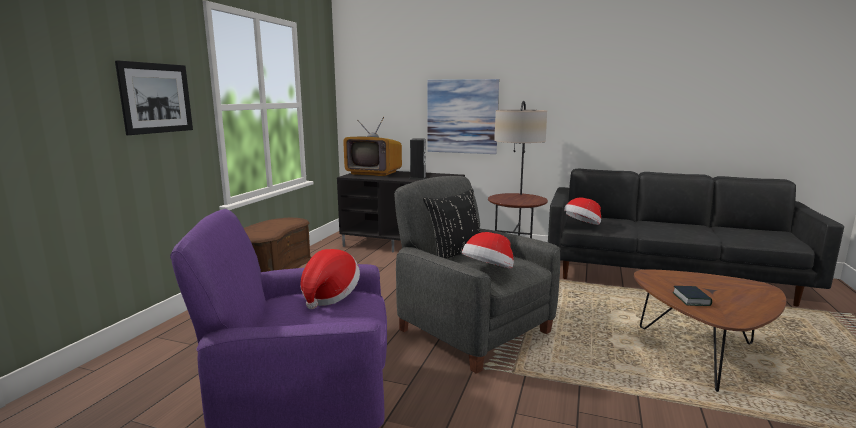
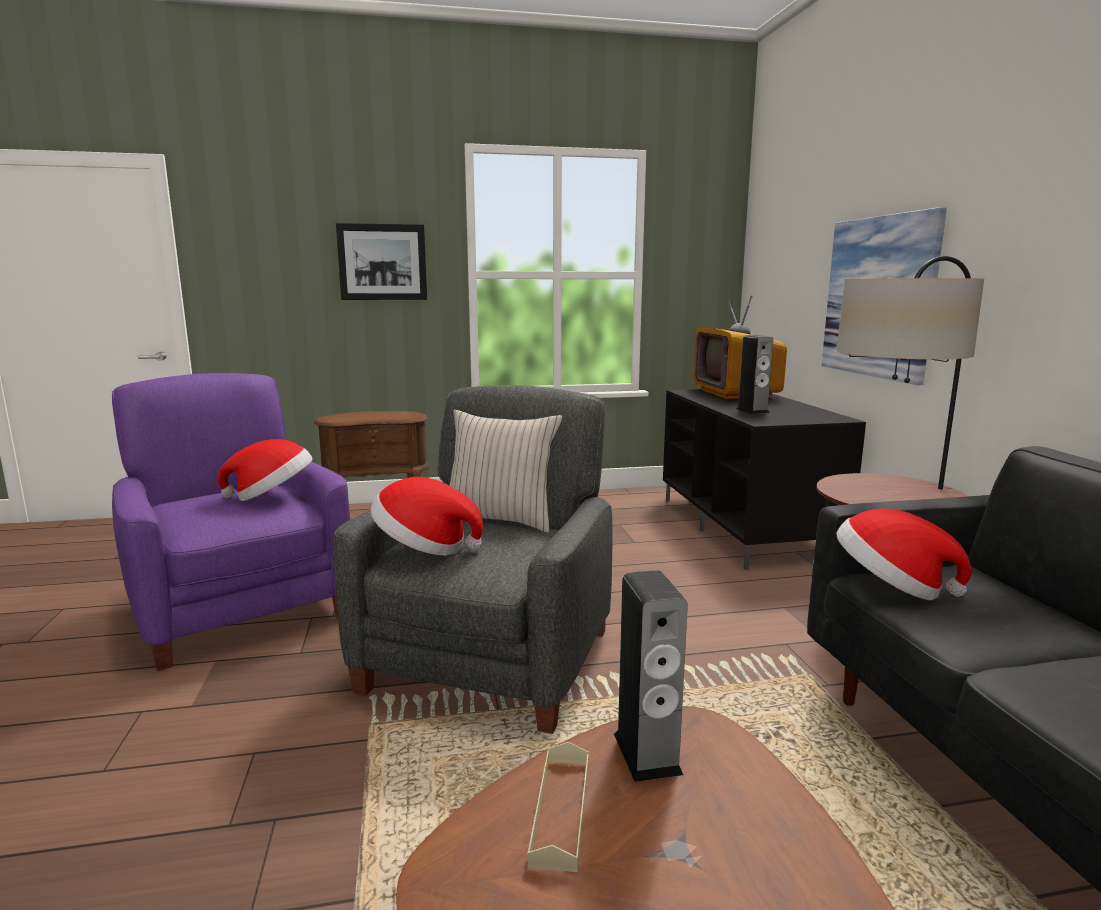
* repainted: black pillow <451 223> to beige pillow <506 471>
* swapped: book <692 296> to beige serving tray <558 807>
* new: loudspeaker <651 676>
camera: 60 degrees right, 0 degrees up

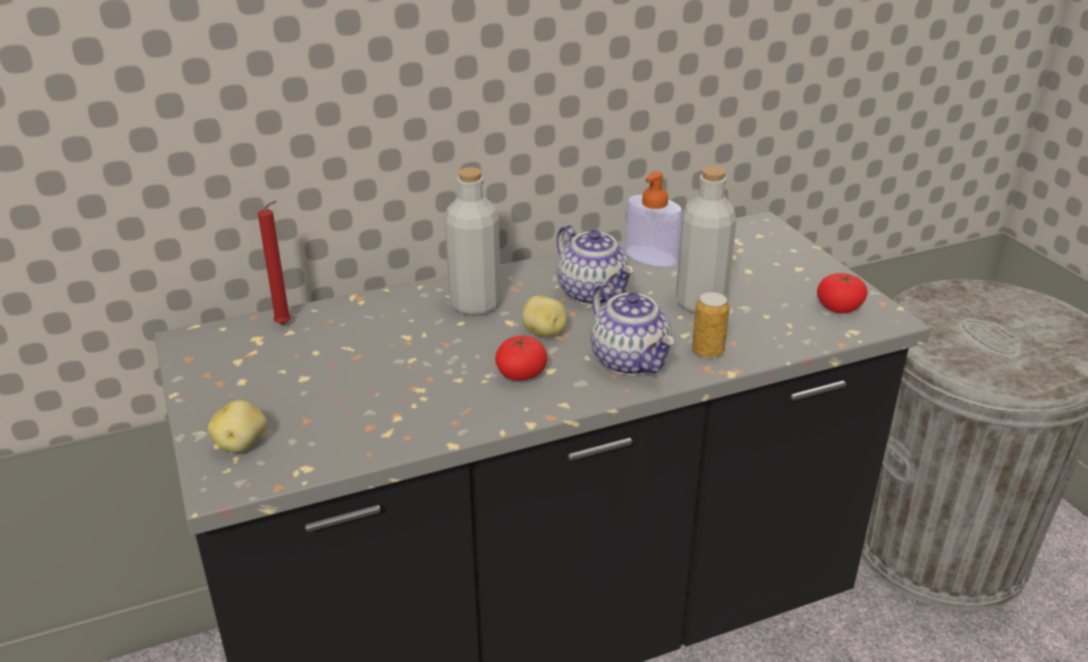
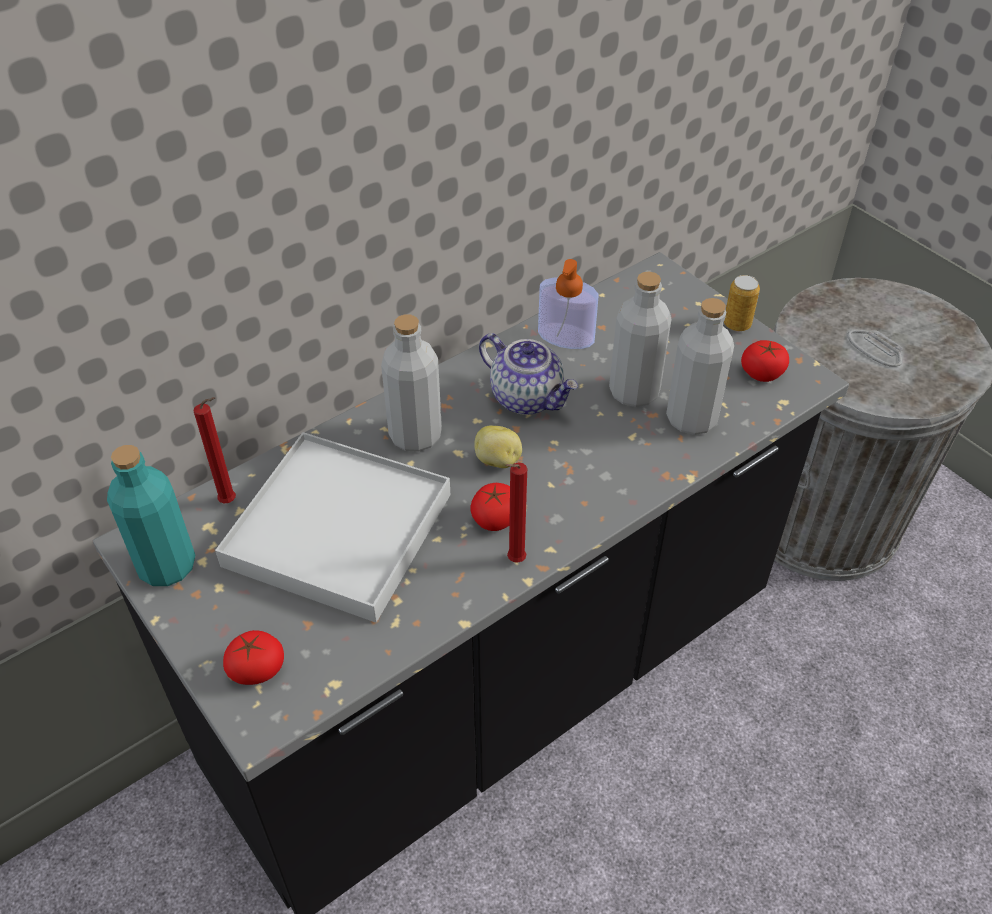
* gone: tea pot <633 329>
* shifted: can <711 325> to <742 303>
* swapped: whole potato <237 426> to tomato <253 657>
* new: greyish beverage bottle <700 366>
* new: white serving tray <332 527>
* new: turquoise beverage bottle <151 515>
* new: red-coloured wax candle <516 512>
camera: 15 degrees left, 15 degrees up

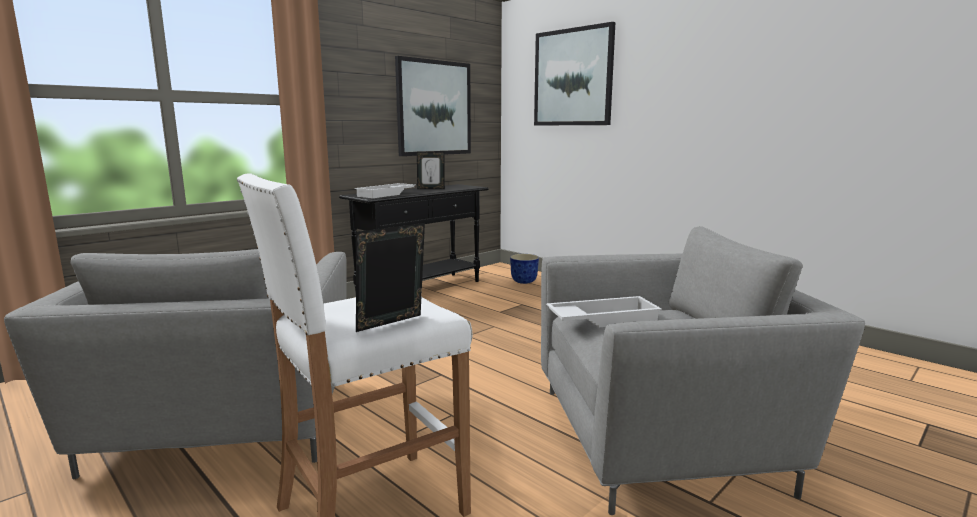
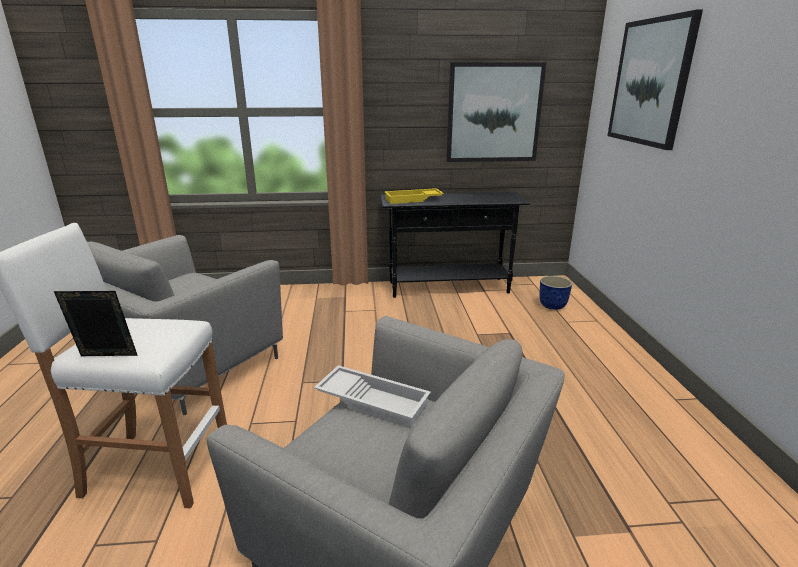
* gone: standing frame <431 170>
* repainted: white serving tray <385 190> to yellow-coloured serving tray <414 196>
camera: 40 degrees right, 10 degrees up

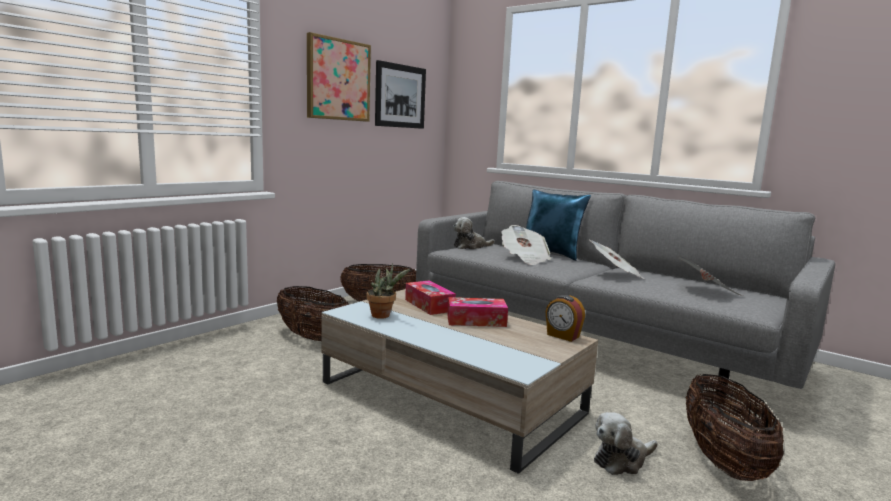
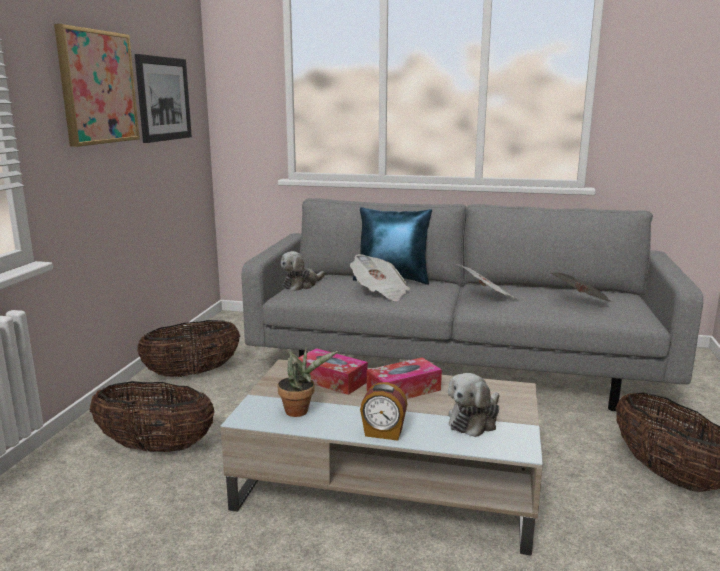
* shifted: bedside clock <565 318> to <383 411>
* shifted: plush toy <626 443> to <474 405>
camera: 25 degrees left, 5 degrees up

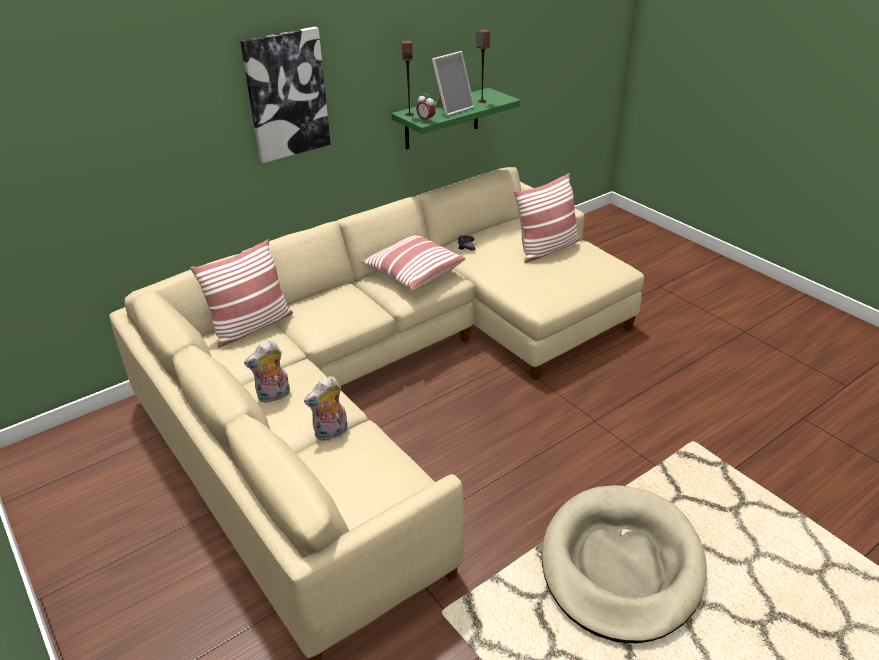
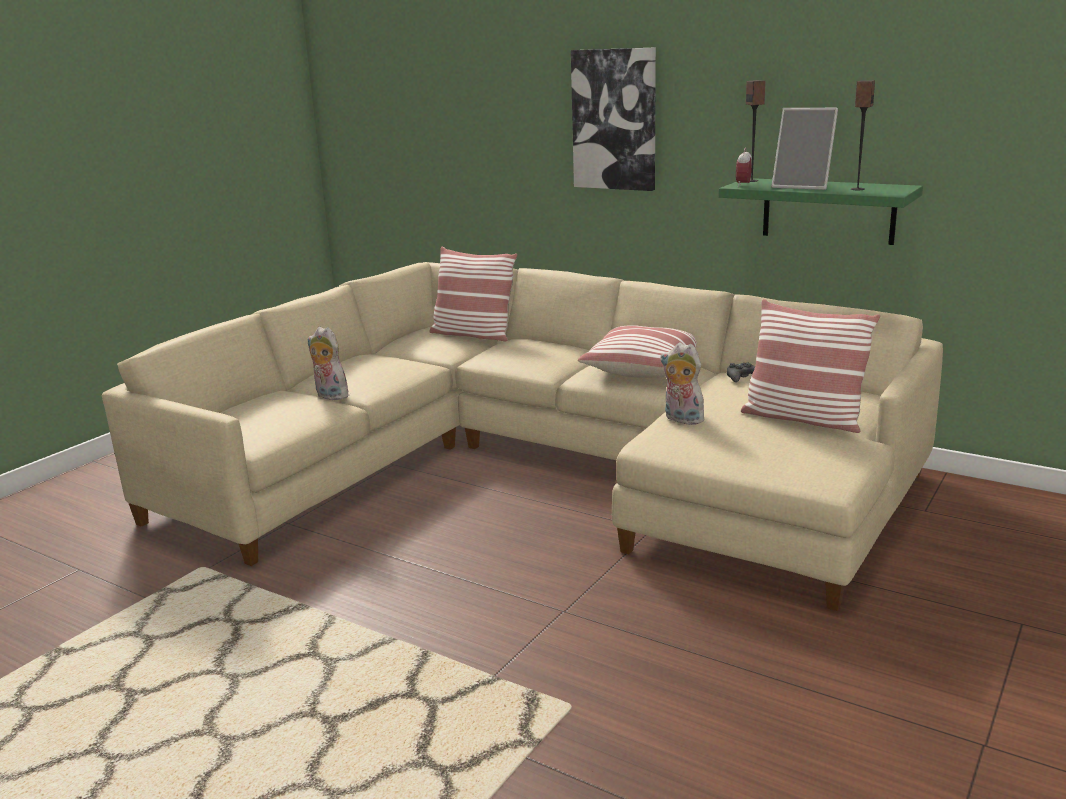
* shifted: plush toy <267 371> to <684 383>
* gone: beige pet bed <624 564>
camera: 70 degrees right, 15 degrees down

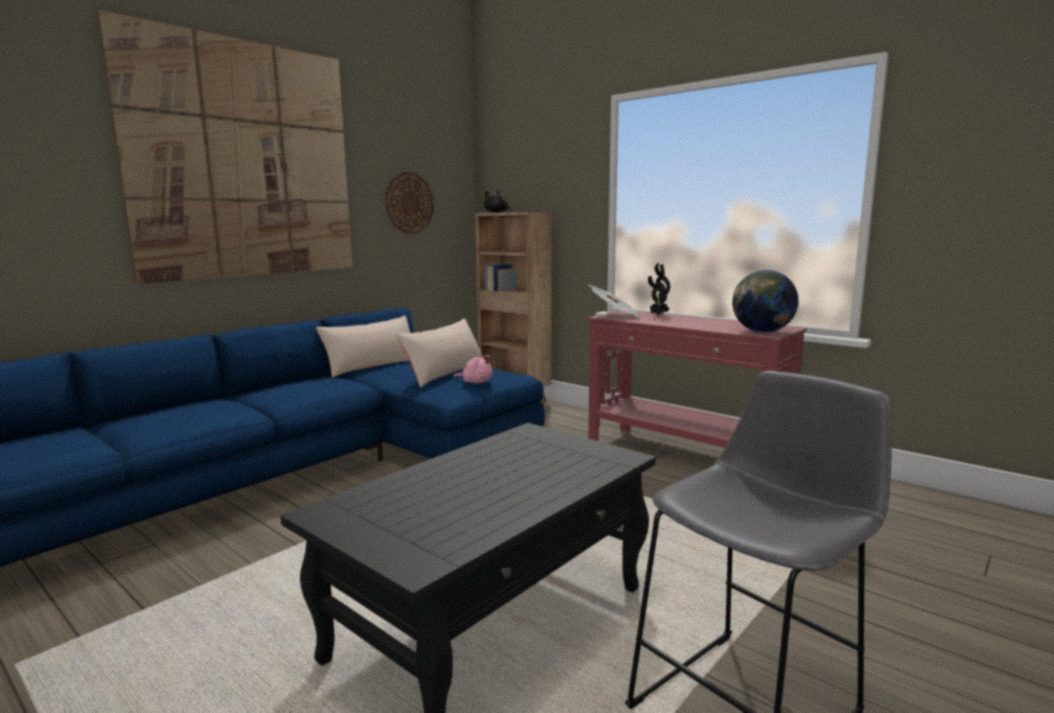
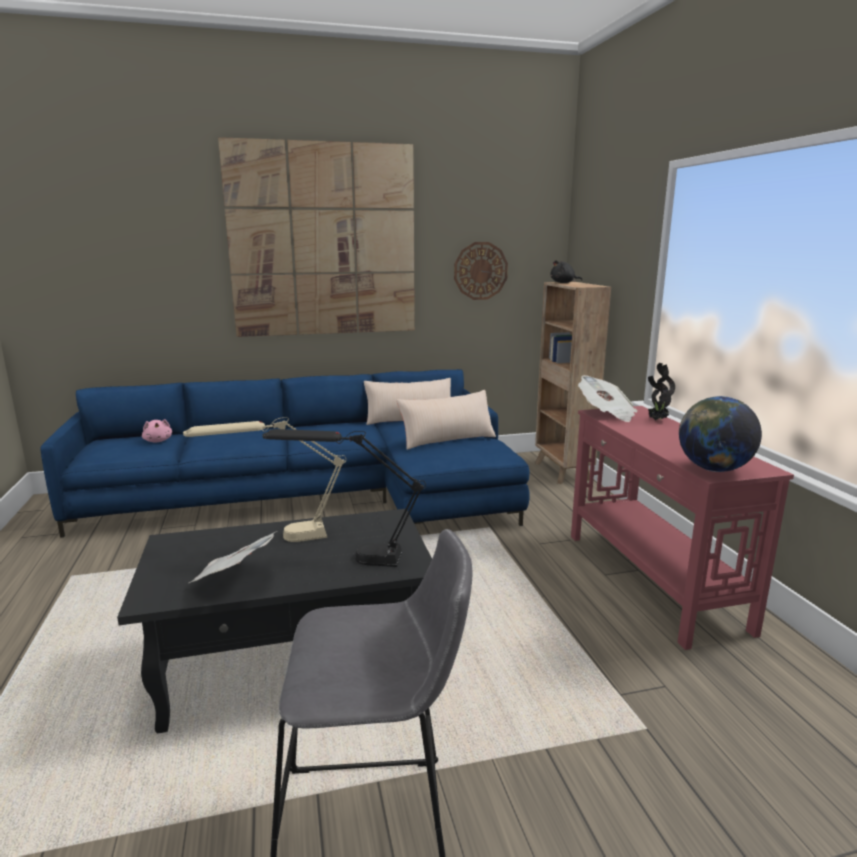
* shifted: pink plush toy <473 369> to <157 430>
* new: beige lamp for a table <264 479>
* new: black lamp for a table <344 498>
* new: daily paper <233 557>
camera: 35 degrees right, 5 degrees up

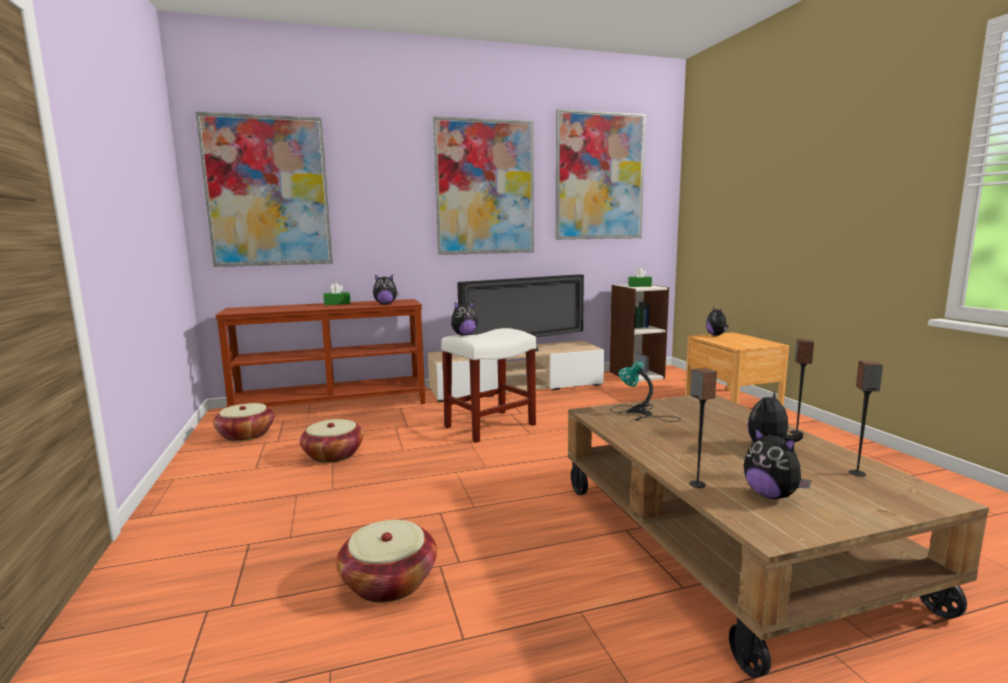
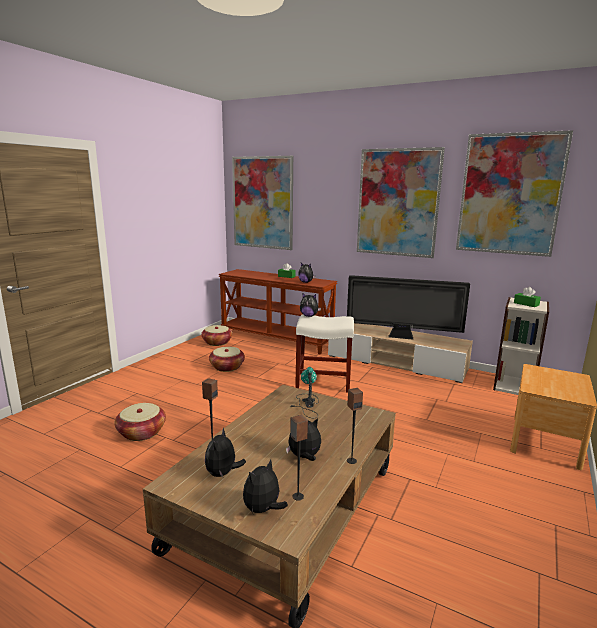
* shifted: plush toy <717 321> to <265 486>
camera: 45 degrees right, 5 degrees up

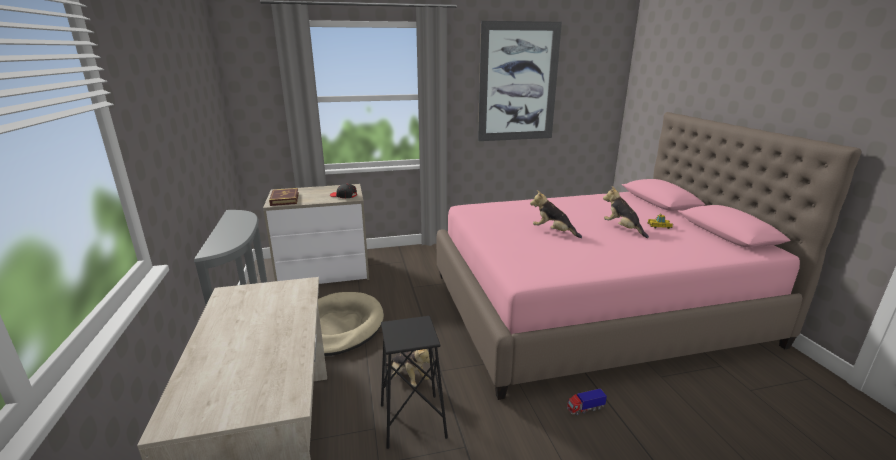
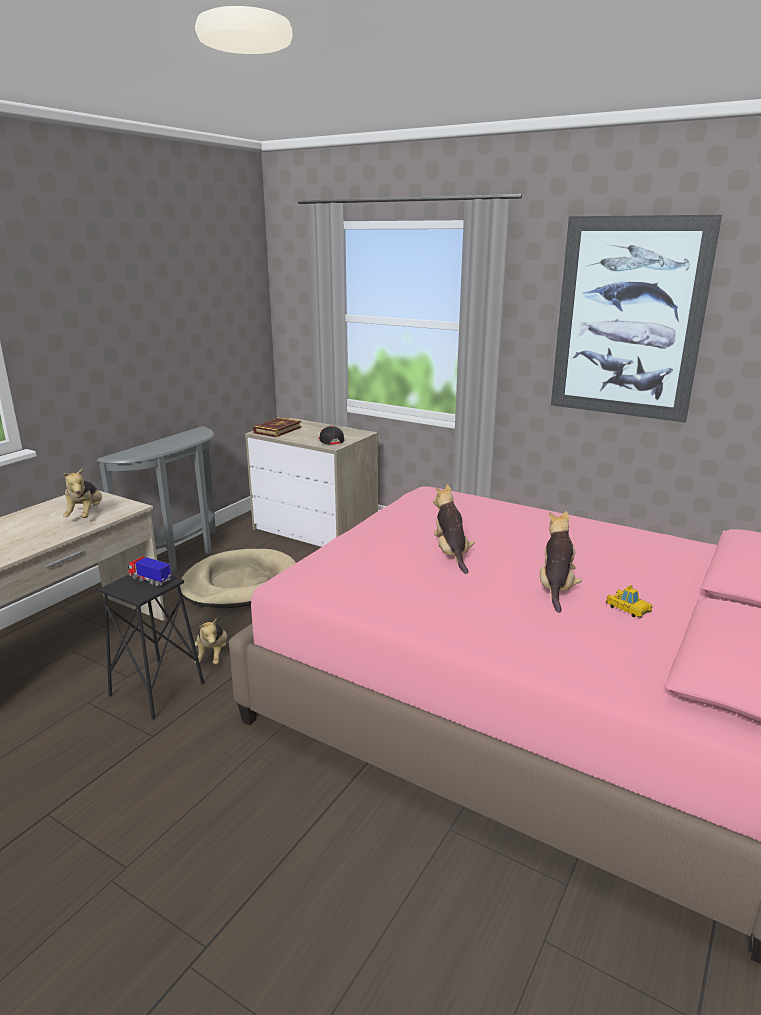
* shifted: toy lorry <587 402> to <150 571>
* new: plush toy <82 492>
camera: 45 degrees right, 0 degrees up

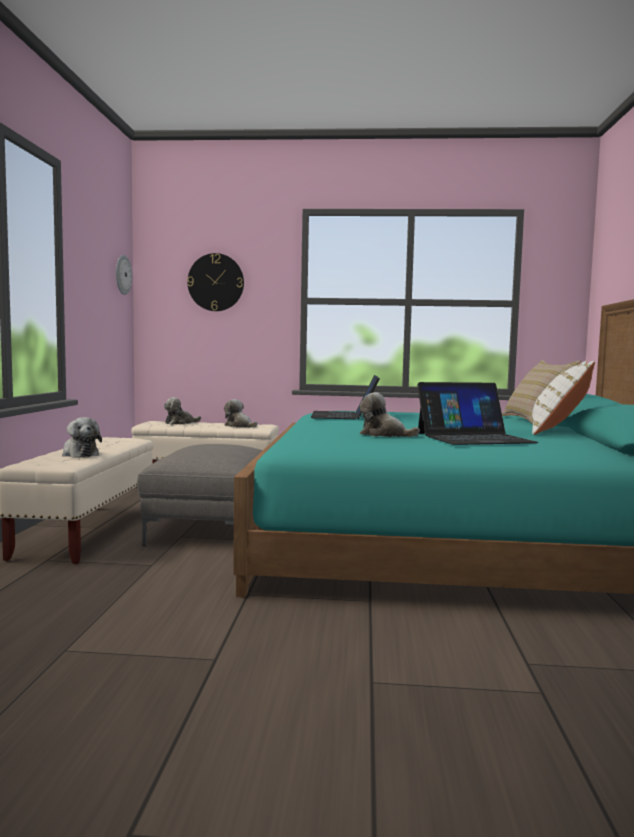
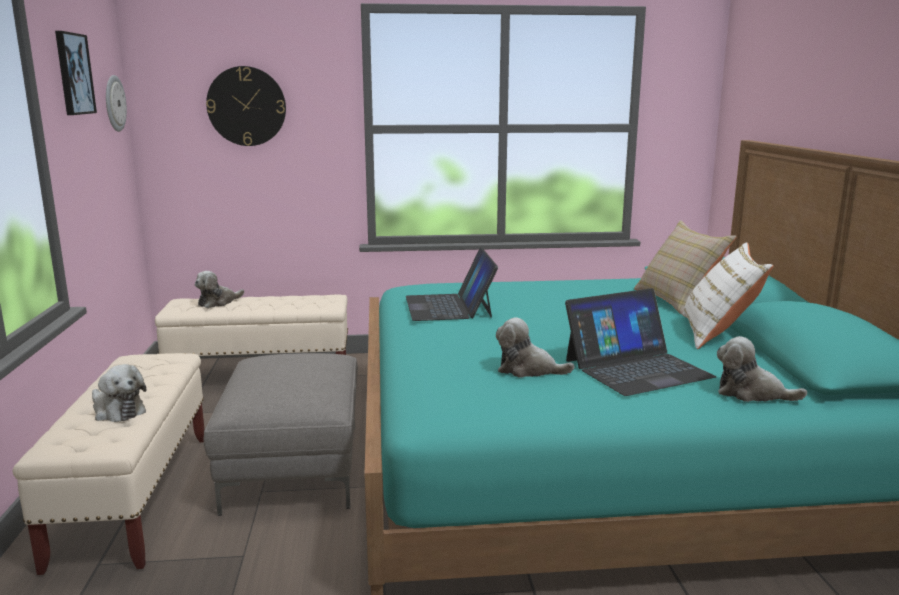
* shifted: plush toy <240 413> to <762 369>
* new: picture <76 73>
camera: 10 degrees left, 10 degrees up

